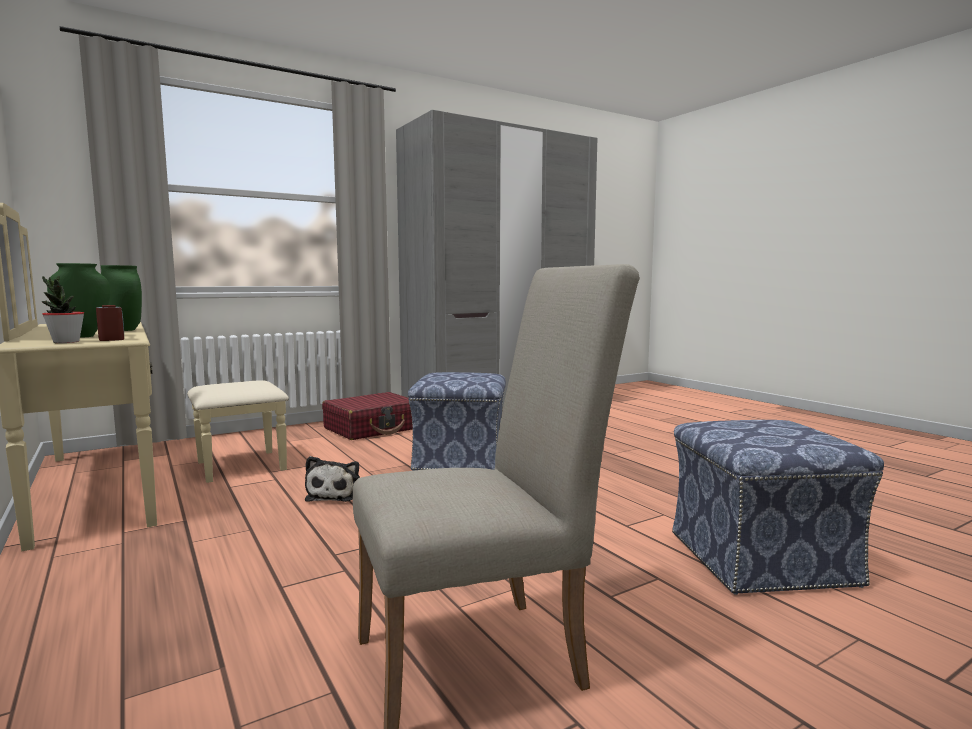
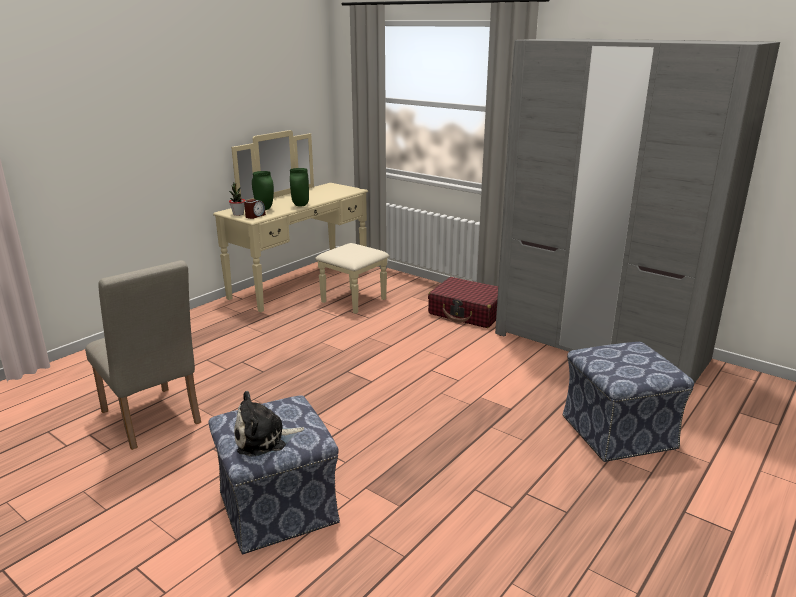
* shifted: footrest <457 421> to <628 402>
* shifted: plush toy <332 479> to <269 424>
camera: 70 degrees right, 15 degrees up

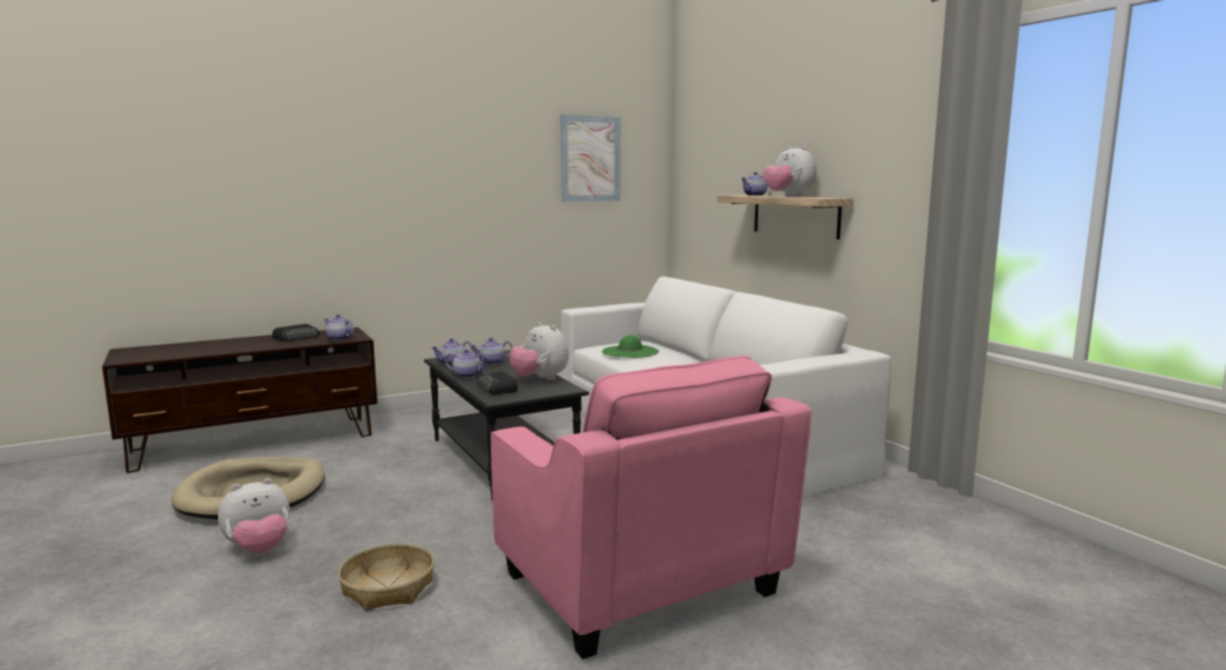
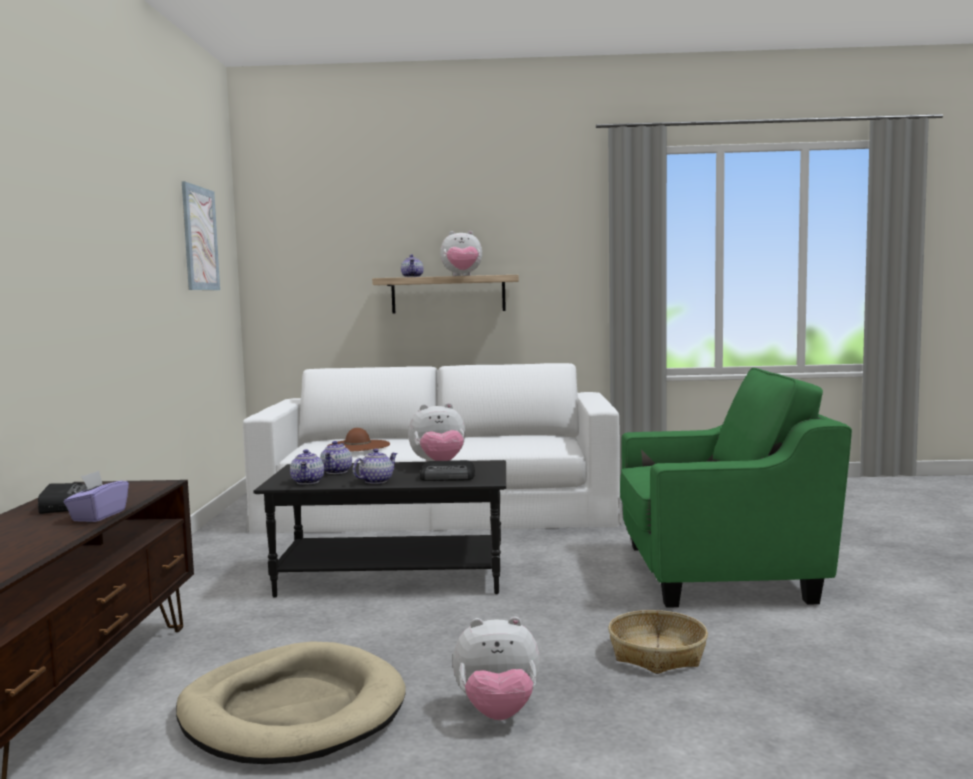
* gone: tea pot <339 328>
* repainted: green wearable hat <630 346> to brownish wearable hat <358 440>
* repainted: pink lounge chair <651 507> to green lounge chair <736 488>
* rotated: plush toy <254 516> = <496 668> 90 degrees clockwise
* new: purple-coloured tissue holder <96 496>
camera: 60 degrees left, 5 degrees down

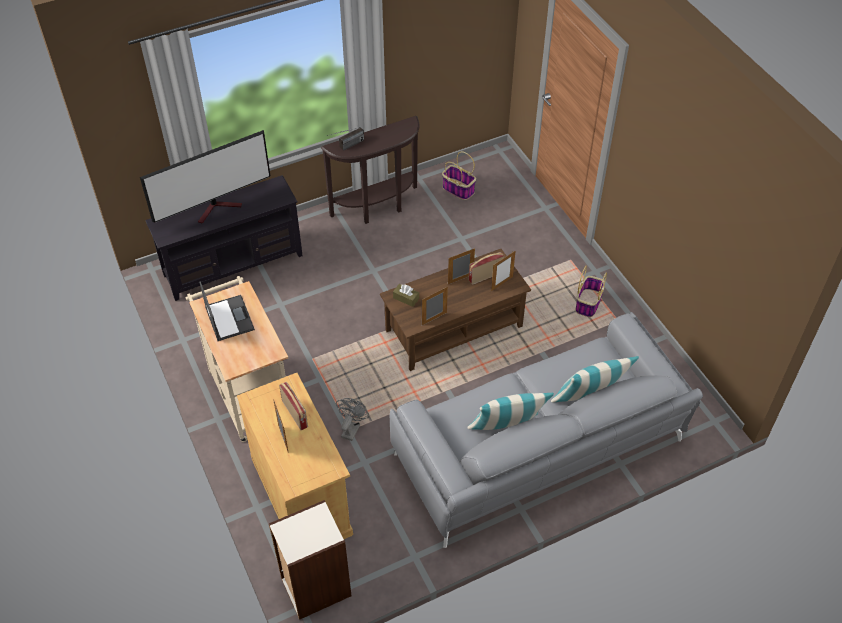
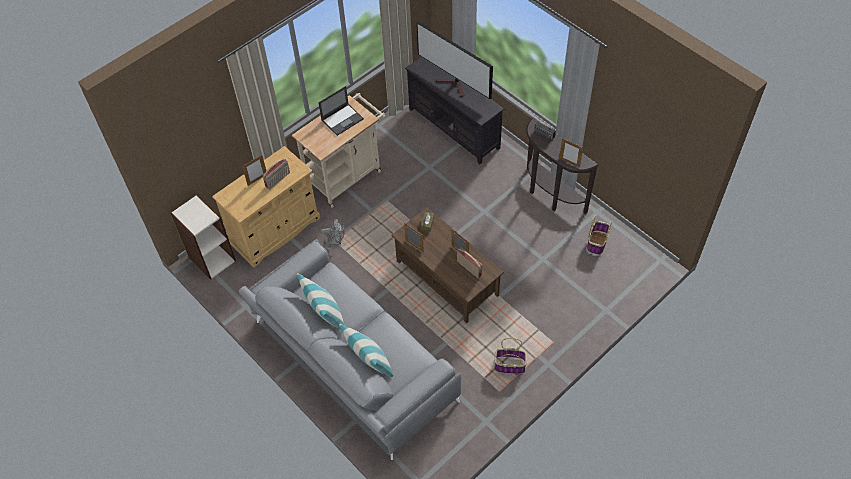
* shifted: standing frame <503 271> to <571 153>
camera: 75 degrees right, 5 degrees up

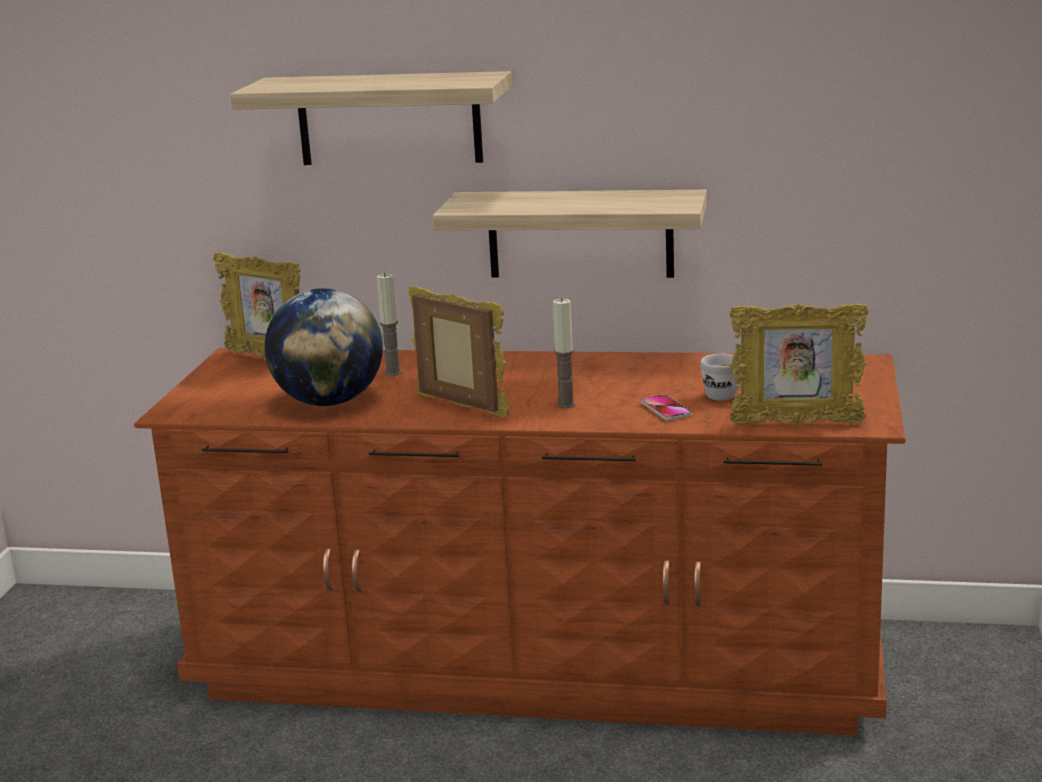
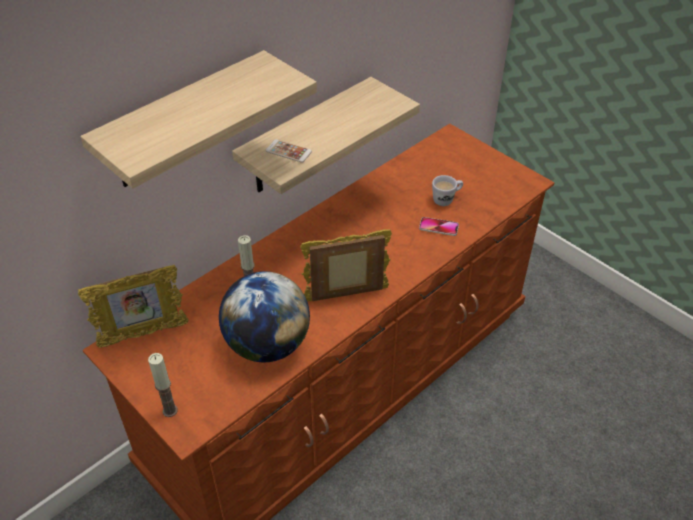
* shifted: wax candle <564 353> to <163 385>
* gone: standing frame <799 364>
* new: telephone <288 151>
camera: 55 degrees left, 25 degrees up

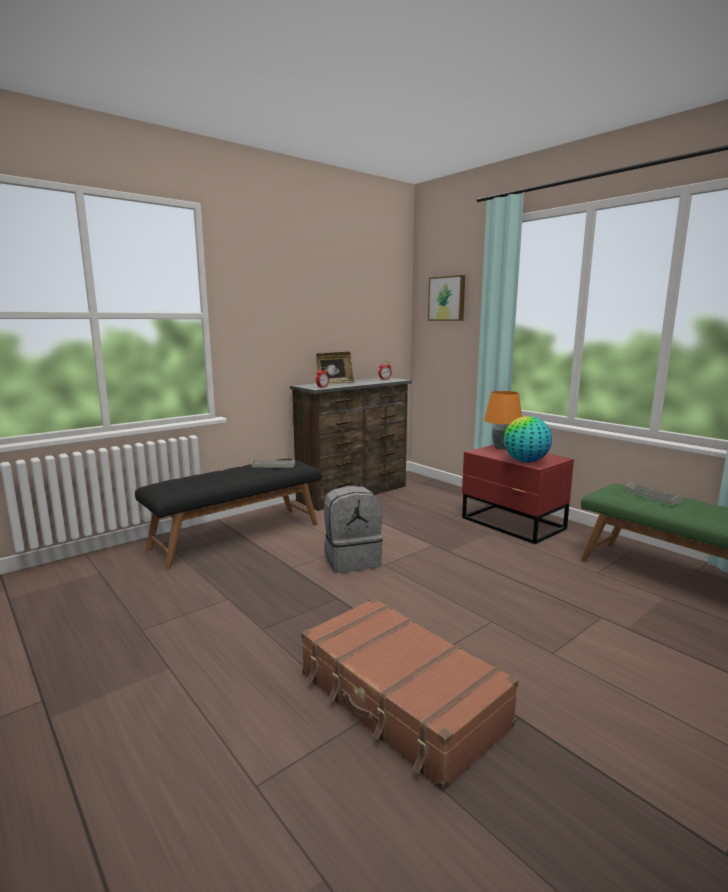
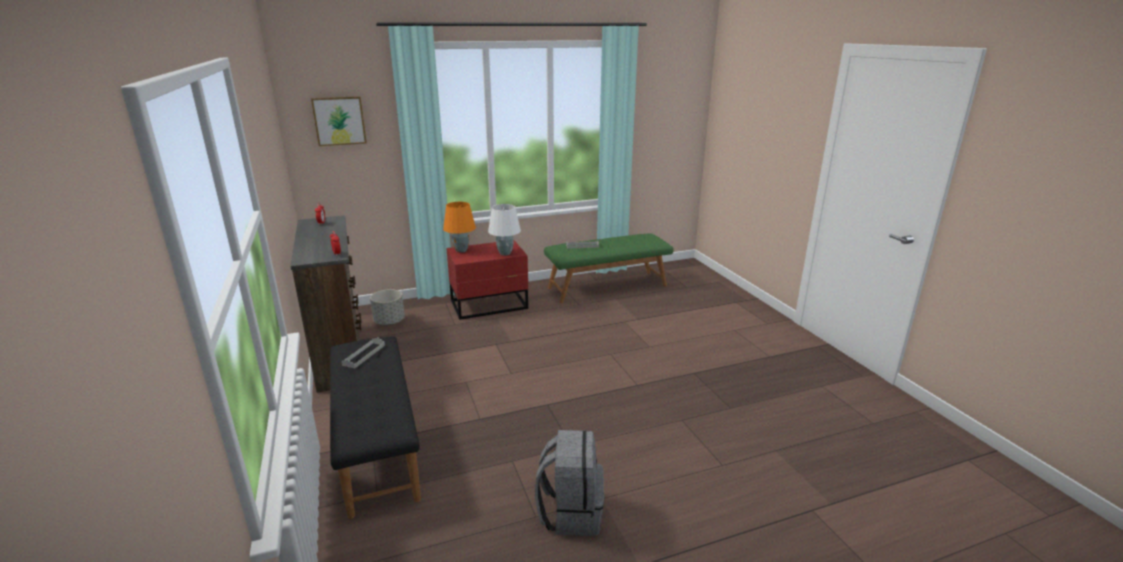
* gone: standing frame <335 368>
* swapped: desk globe <528 439> to white lamp for a table <504 230>
* shifted: greyish rucksack <353 529> to <569 483>
* gone: brownish suitcase <410 694>
* new: greyish planter <387 307>
camera: 70 degrees left, 10 degrees up

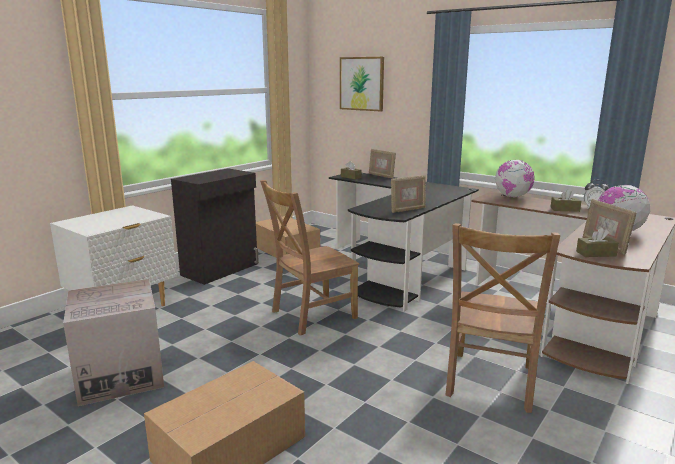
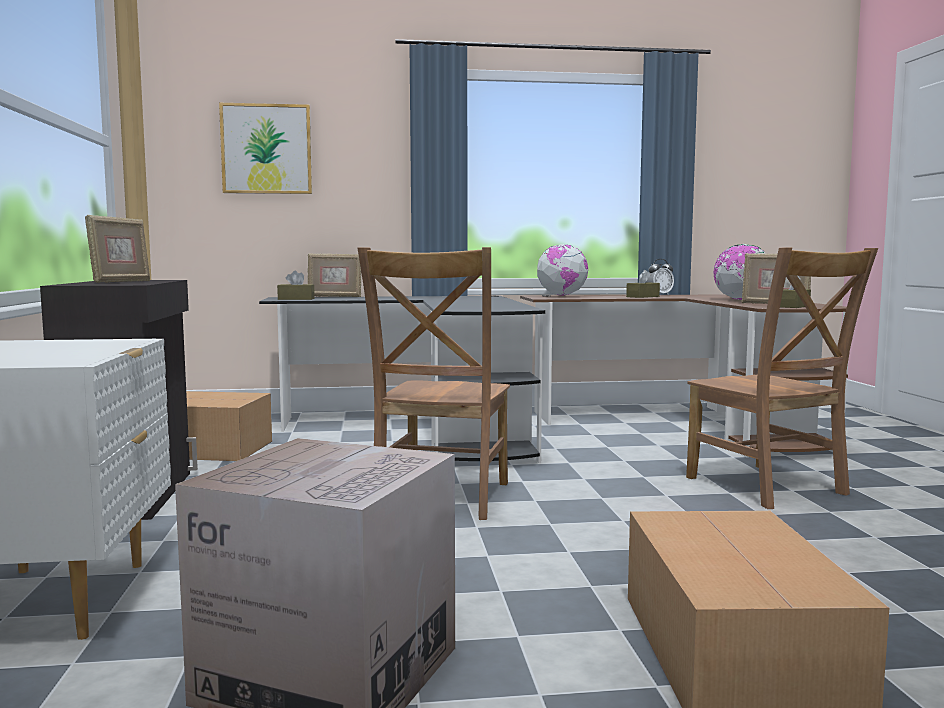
* shifted: standing frame <408 194> to <117 249>
camera: 45 degrees left, 10 degrees down

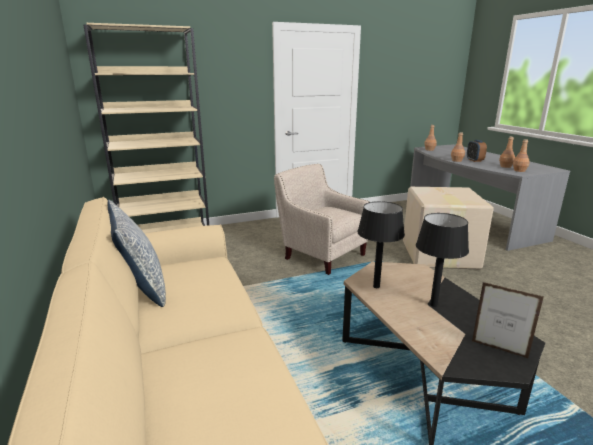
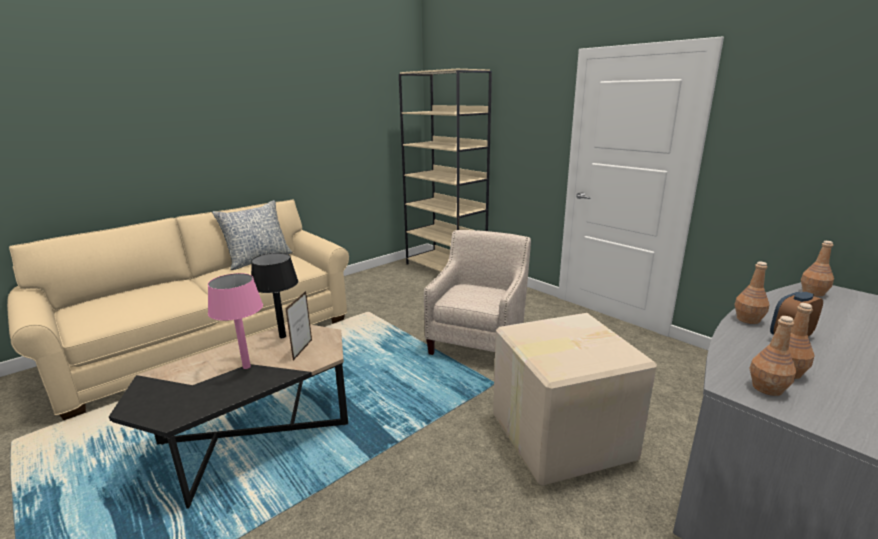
* repainted: black lamp for a table <442 260> to pink lamp for a table <235 321>
* shifted: standing frame <508 320> to <298 326>
camera: 70 degrees right, 0 degrees up

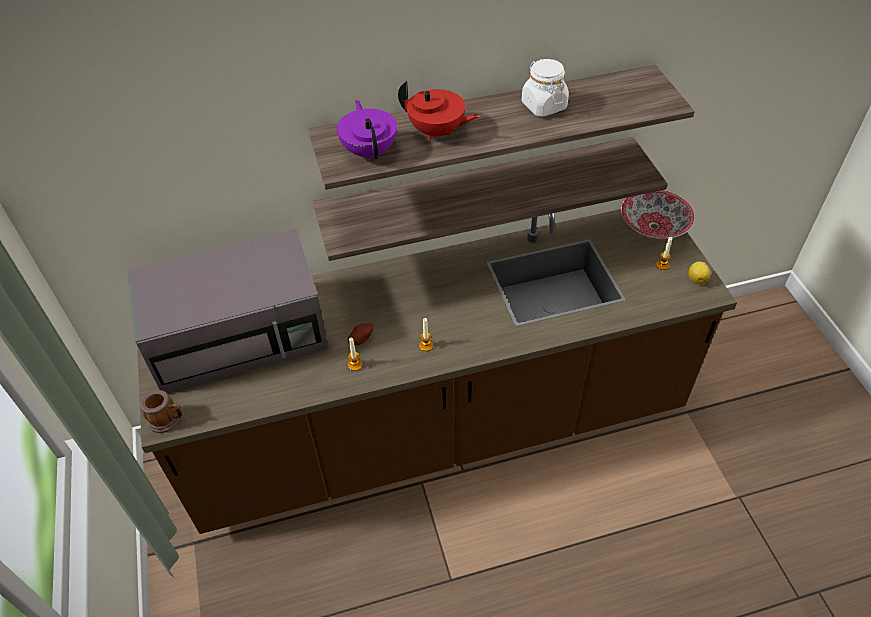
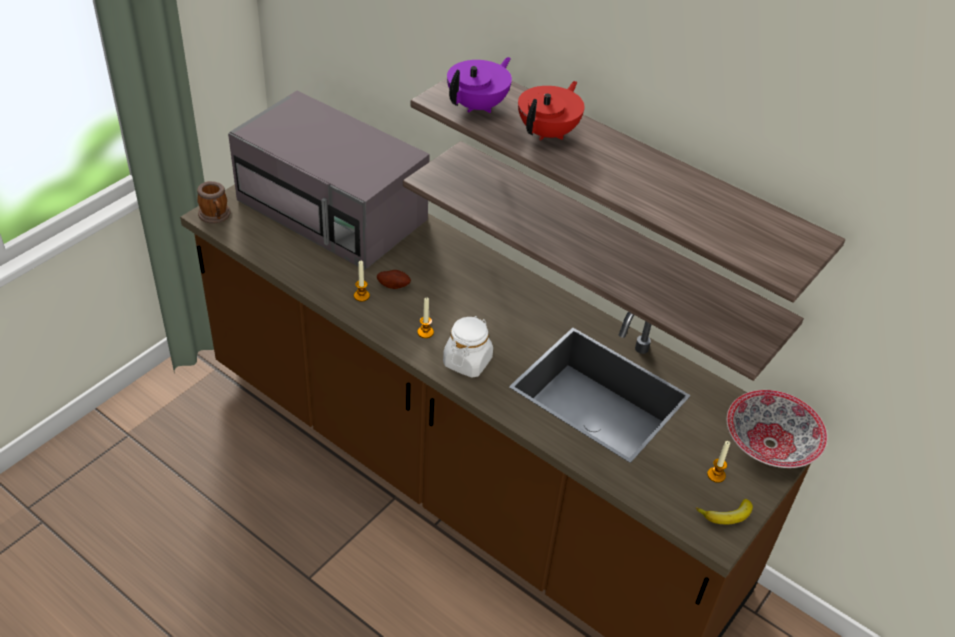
* shifted: white jar <545 88> to <468 347>
* rotated: red-coloured tea pot <438 110> = <551 111> 135 degrees counterclockwise
* swapped: lemon <699 272> to whole banana <724 511>
camera: 50 degrees right, 5 degrees down

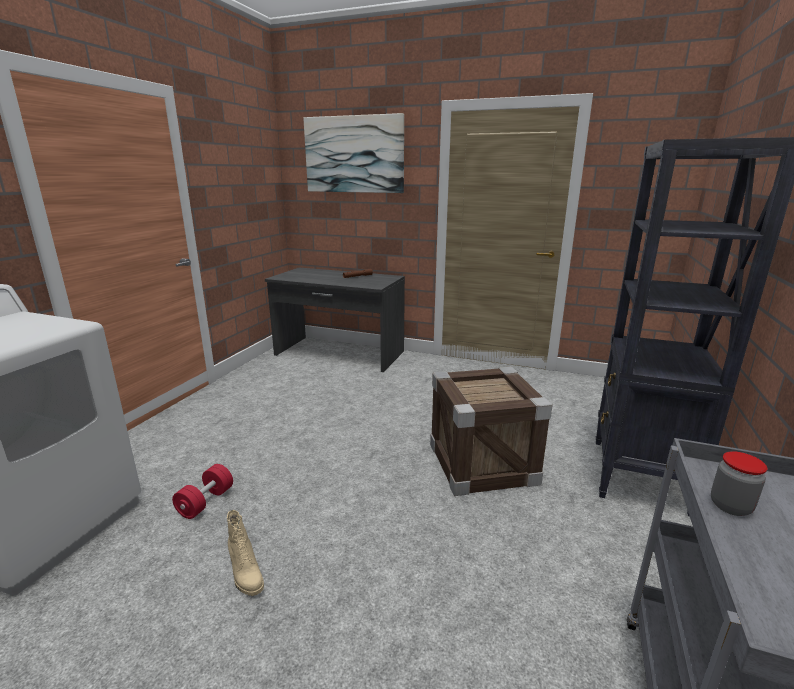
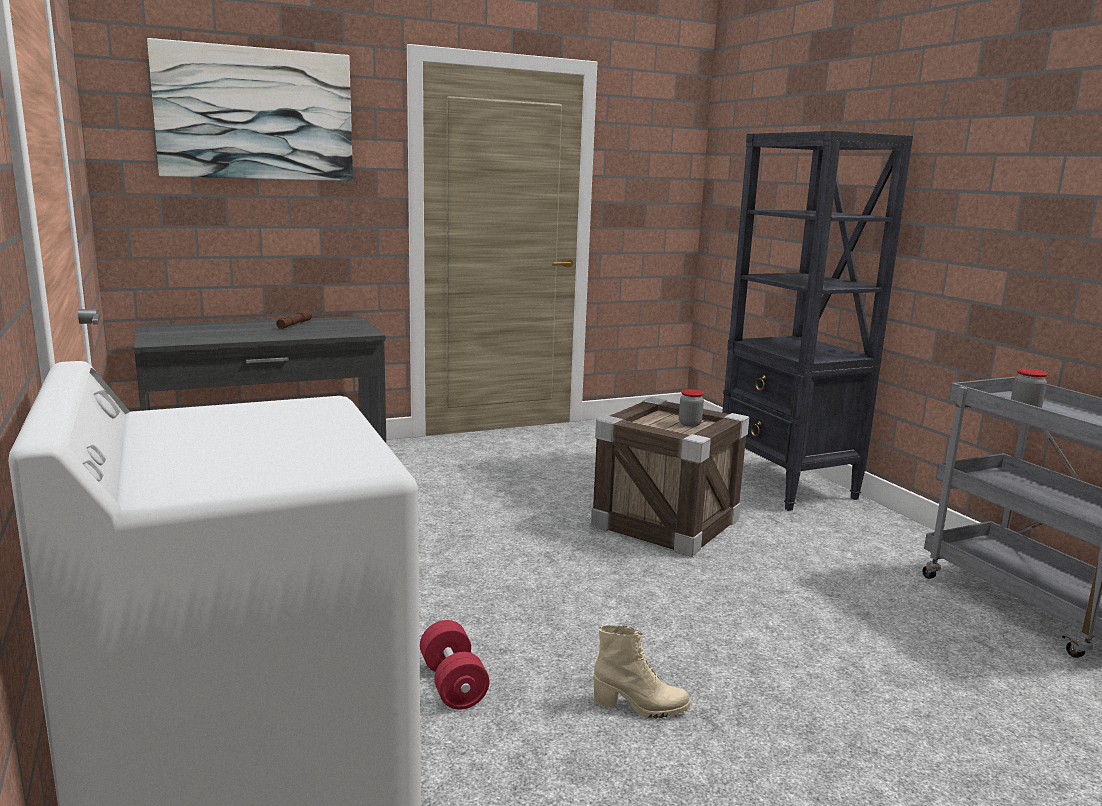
* new: jar <691 408>
camera: 45 degrees left, 5 degrees down

